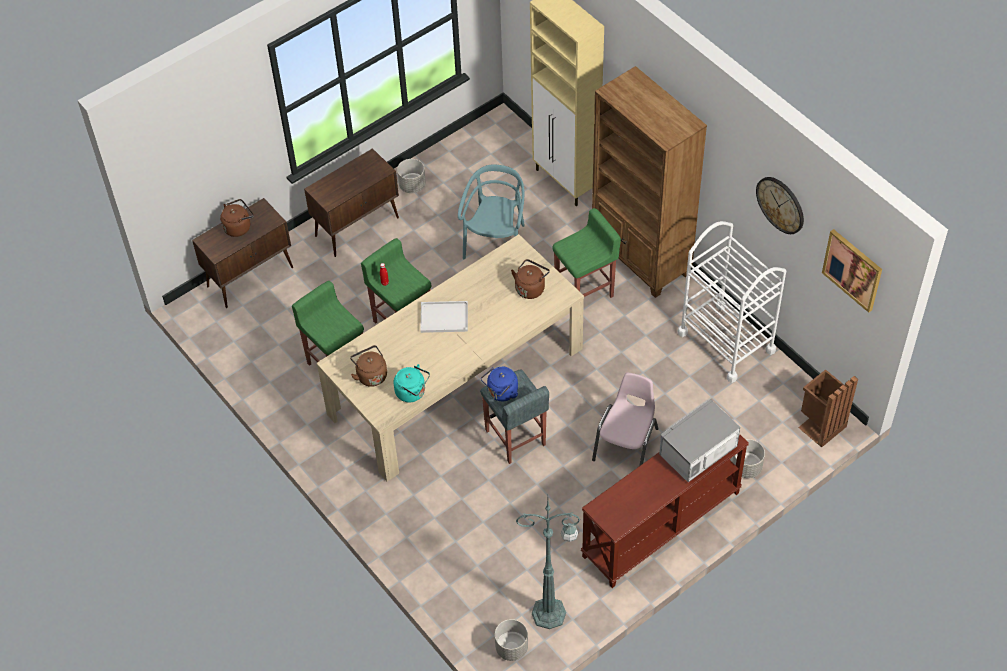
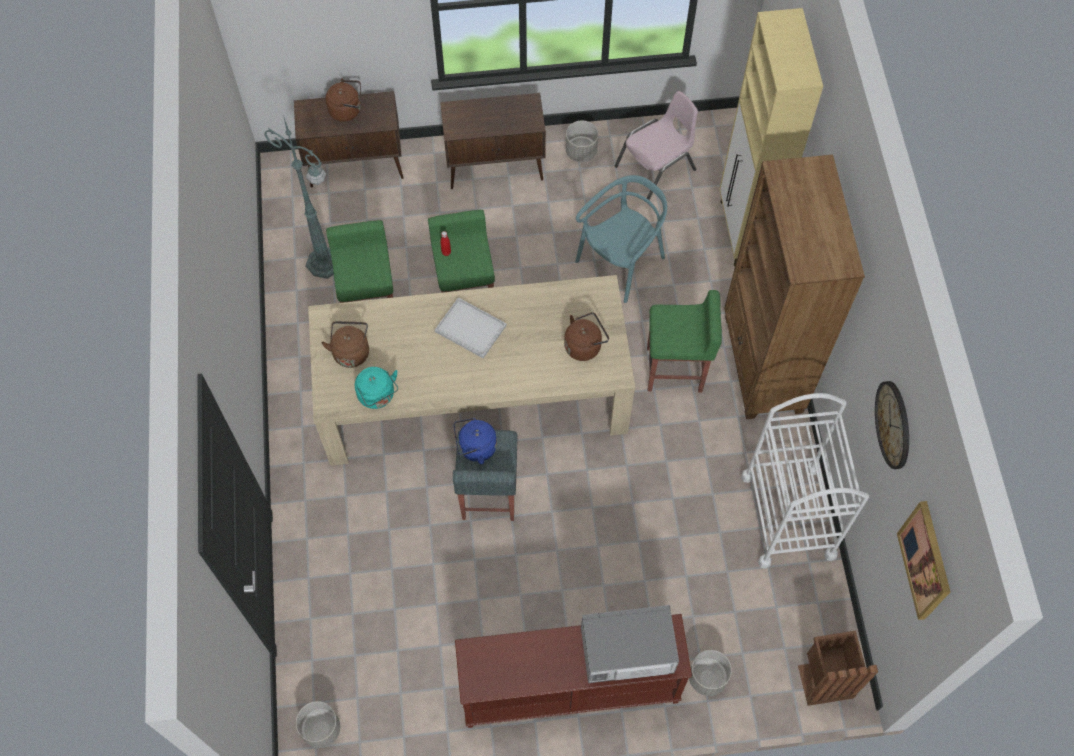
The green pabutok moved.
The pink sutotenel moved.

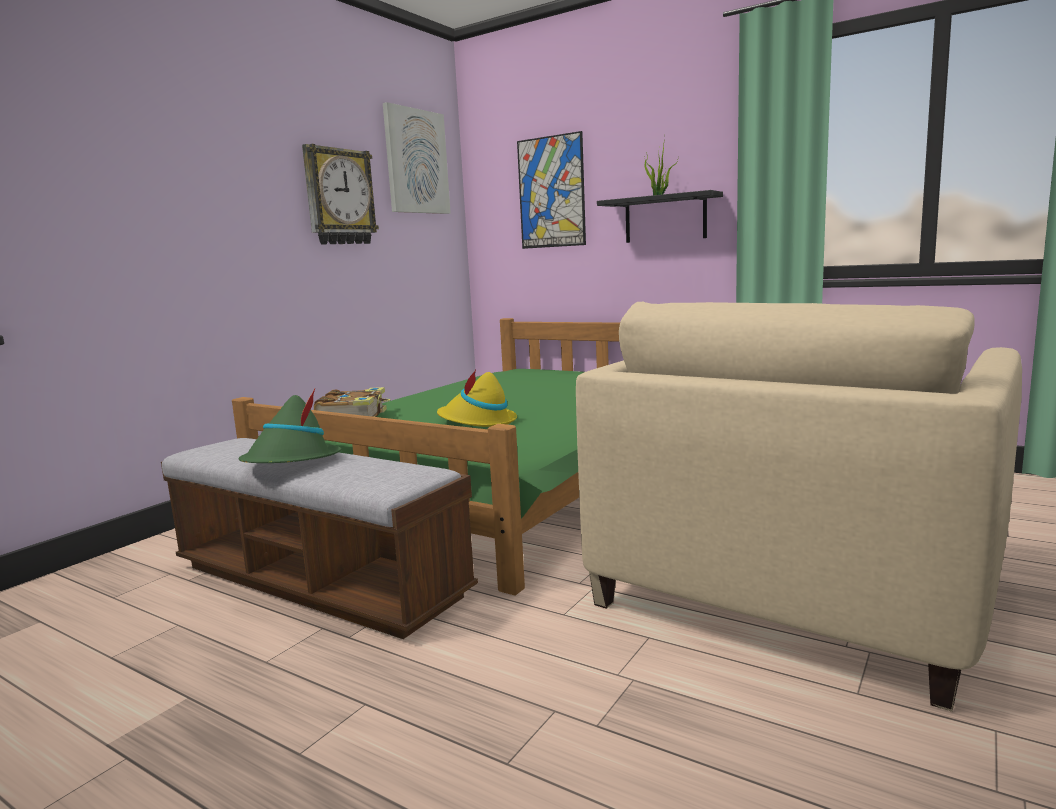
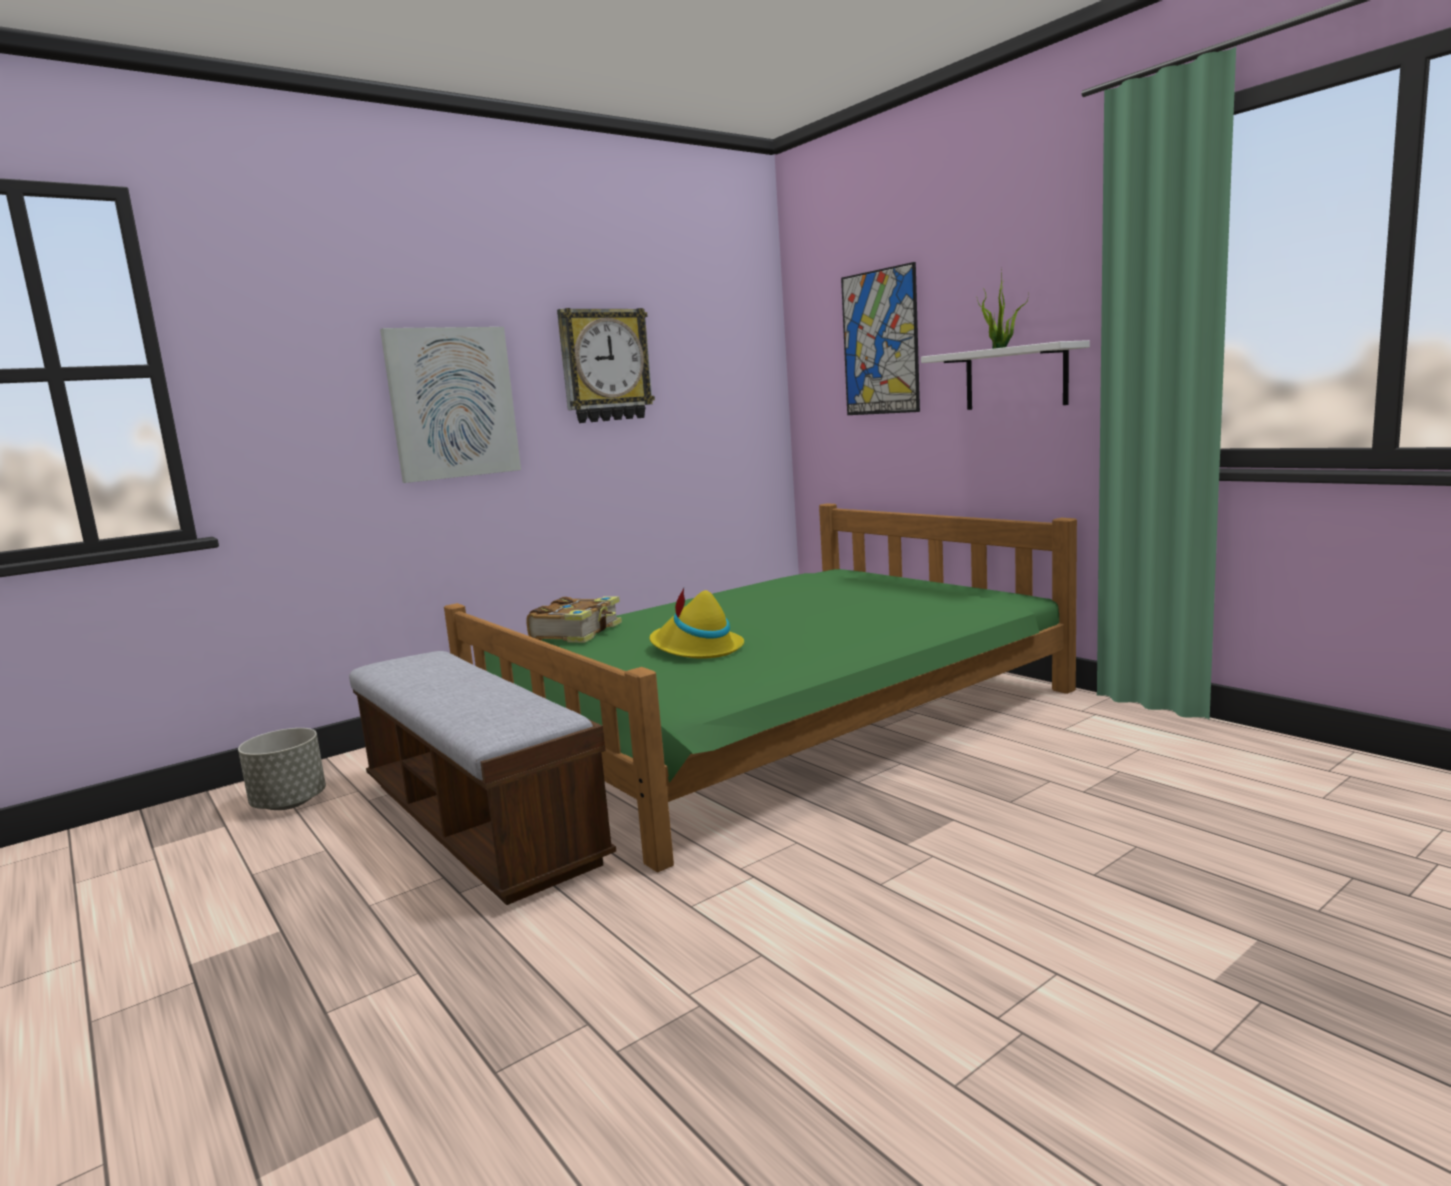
The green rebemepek disappeared.
The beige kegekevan disappeared.
The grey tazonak appeared.
The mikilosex (1st from left) moved.
The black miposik became the white miposik.

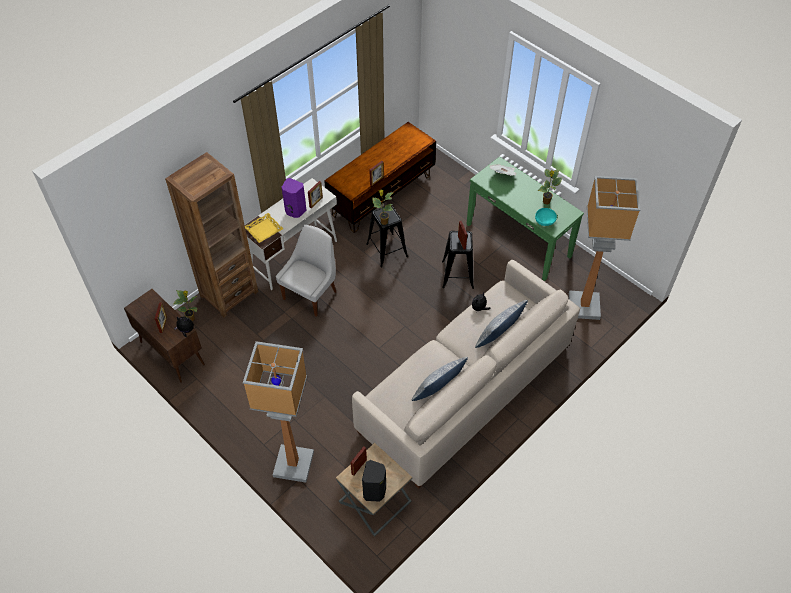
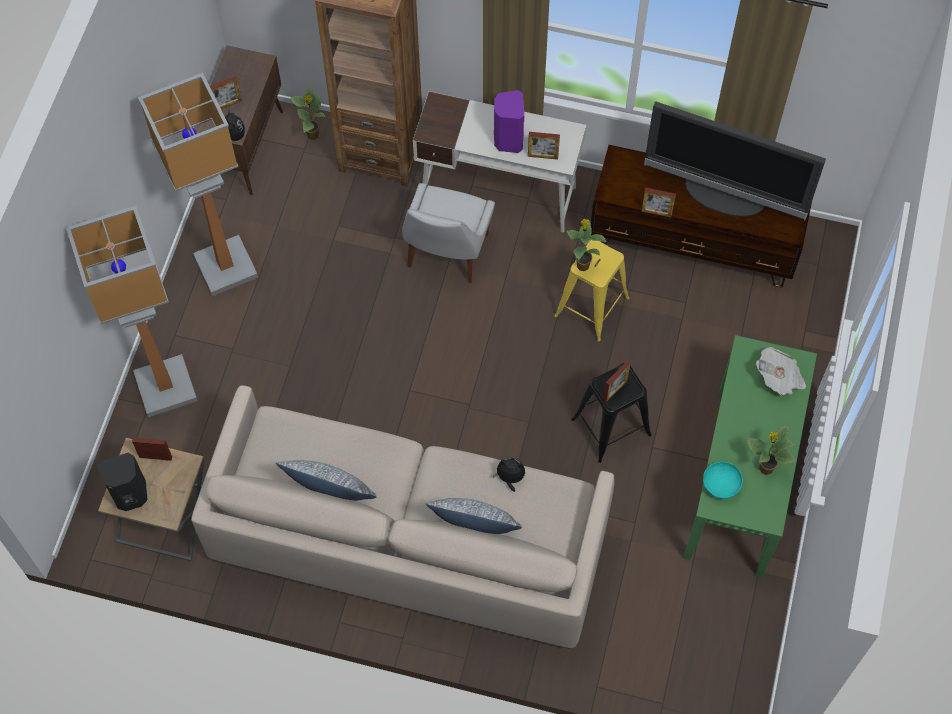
The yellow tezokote disappeared.
The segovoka appeared.
The pabutok (2nd from left) moved.
The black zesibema (1st from left) became the yellow zesibema.
The white sutotenel turned 105 degrees clockwise.

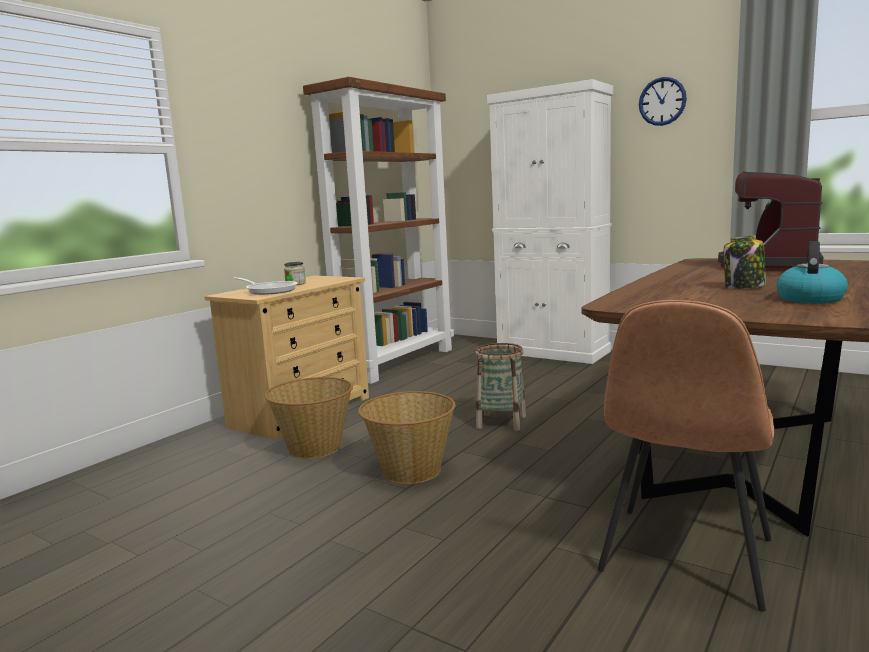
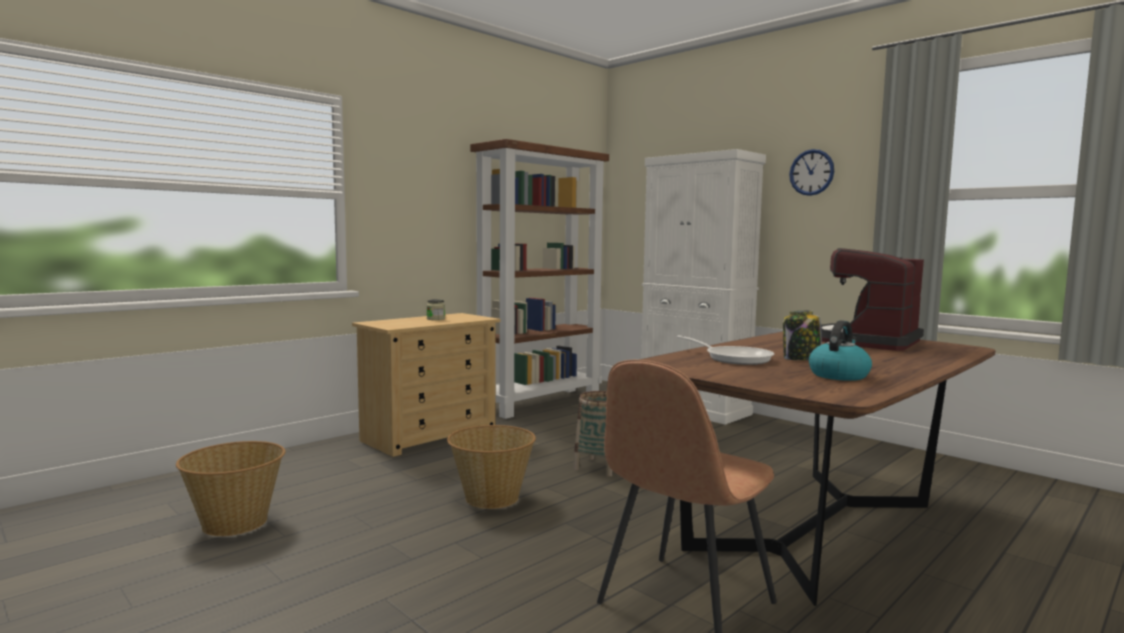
The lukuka moved.
The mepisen (1st from left) moved.

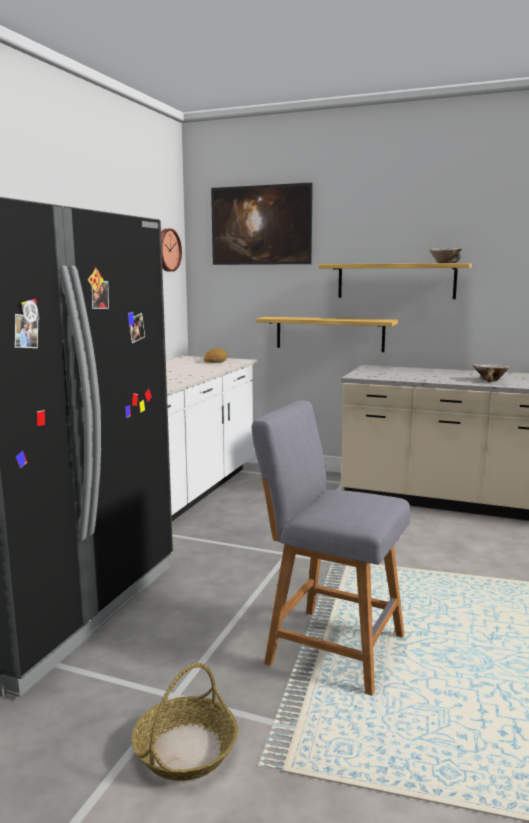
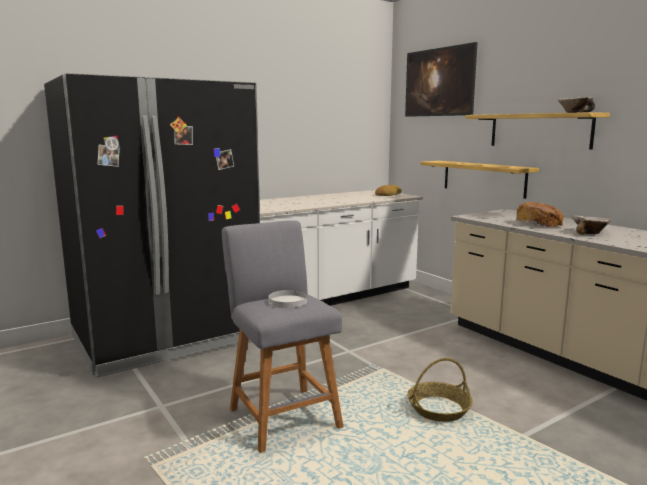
The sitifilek disappeared.
The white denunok appeared.
The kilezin (2nd from left) appeared.
The mepisen moved.

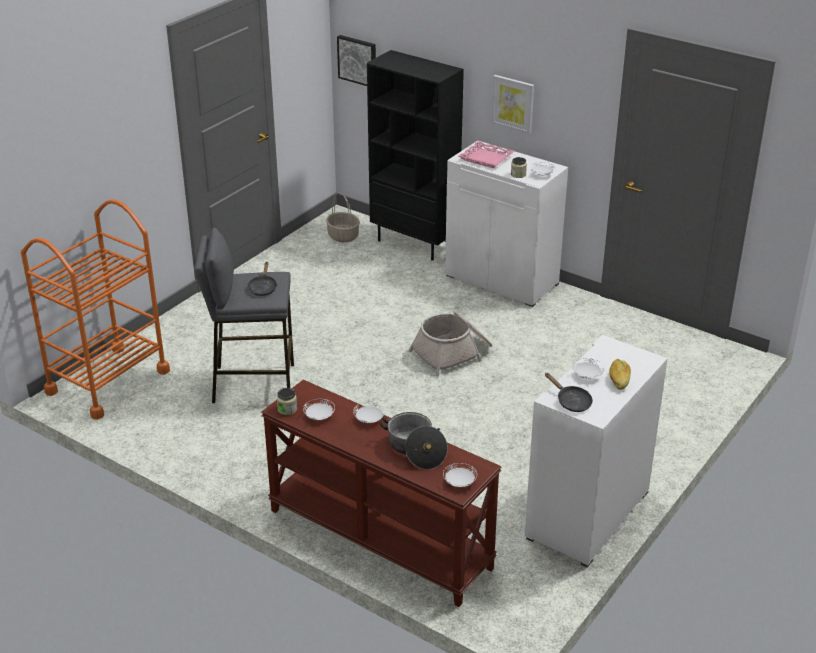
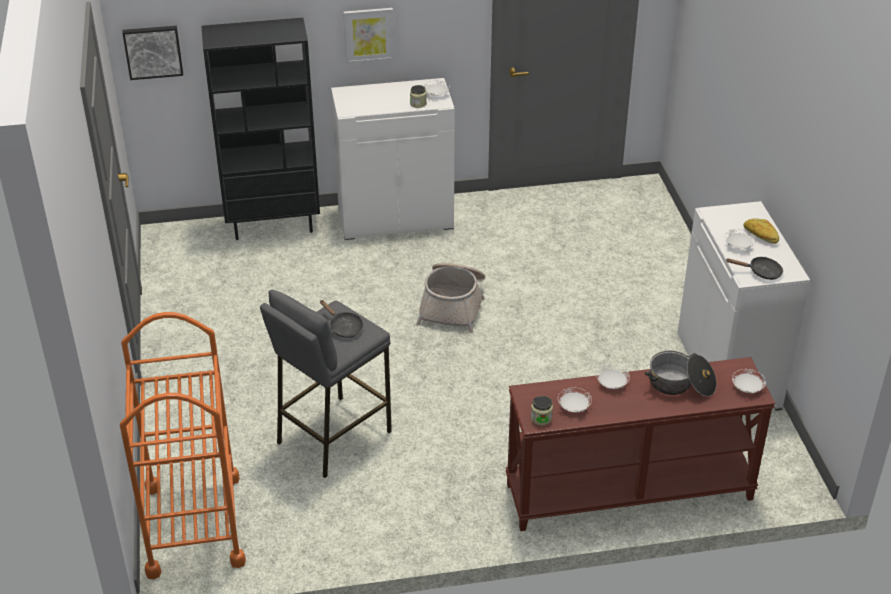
The mepisen (1st from left) disappeared.
The pink tezokote disappeared.

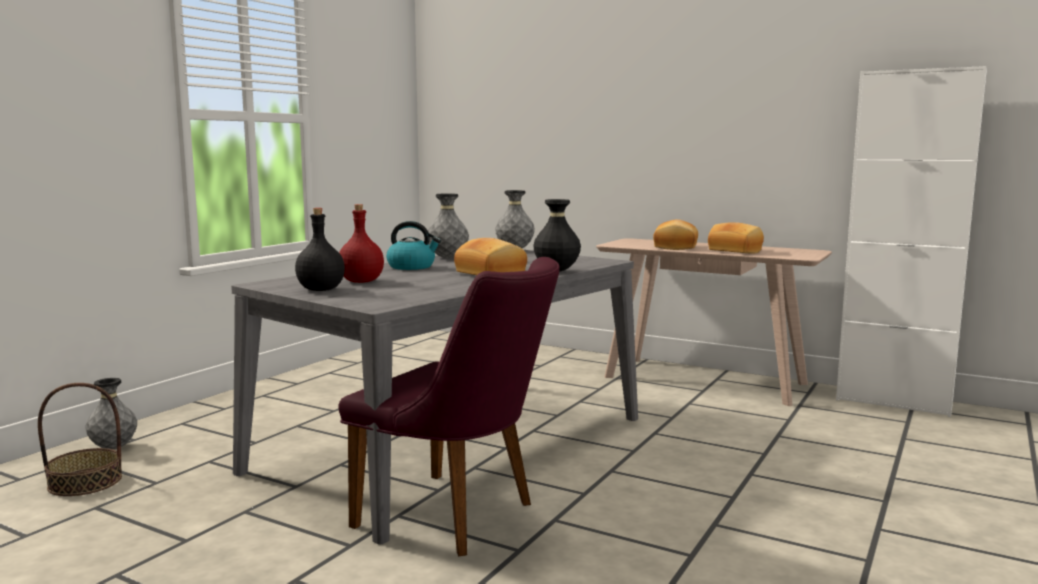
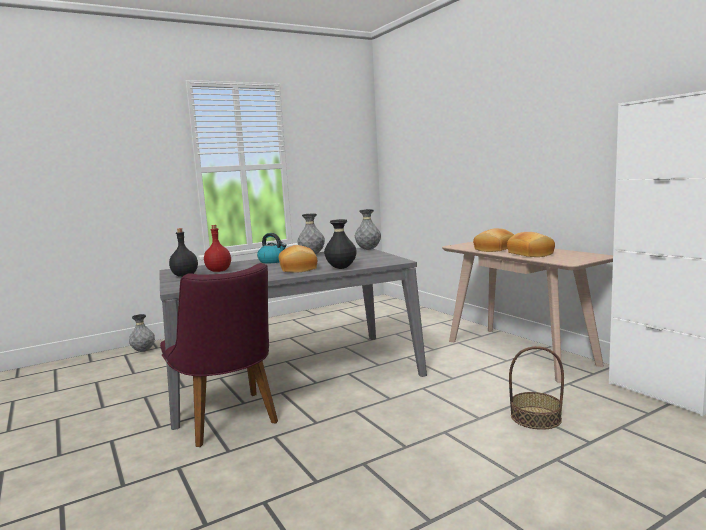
The mepisen moved.

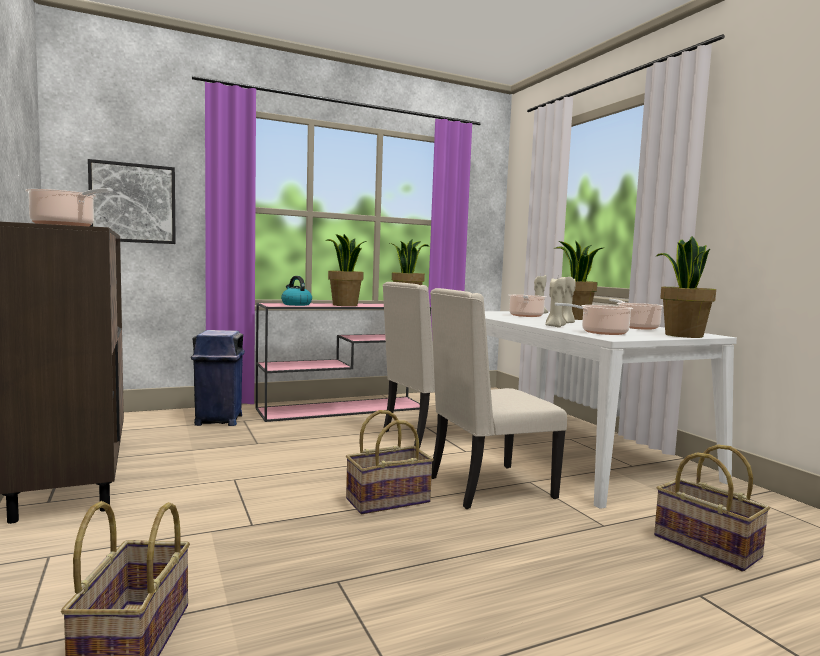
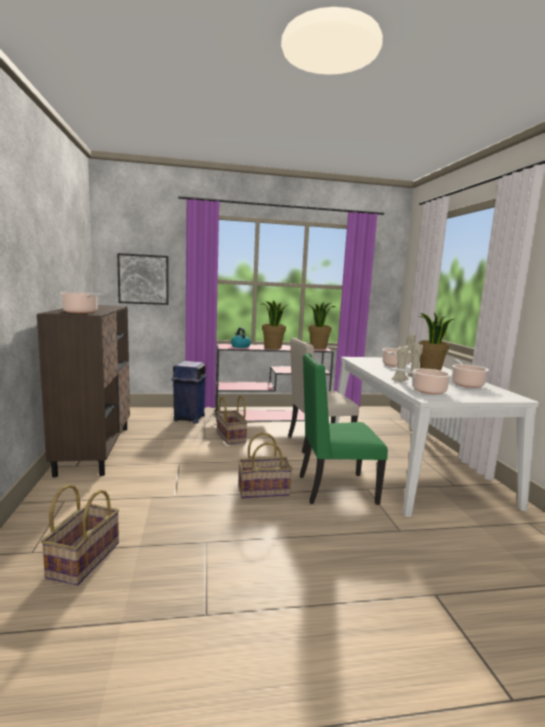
The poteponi (4th from left) disappeared.
The mepisen (3rd from left in the first image) moved.
The beige sutotenel (2nd from left) became the green sutotenel.

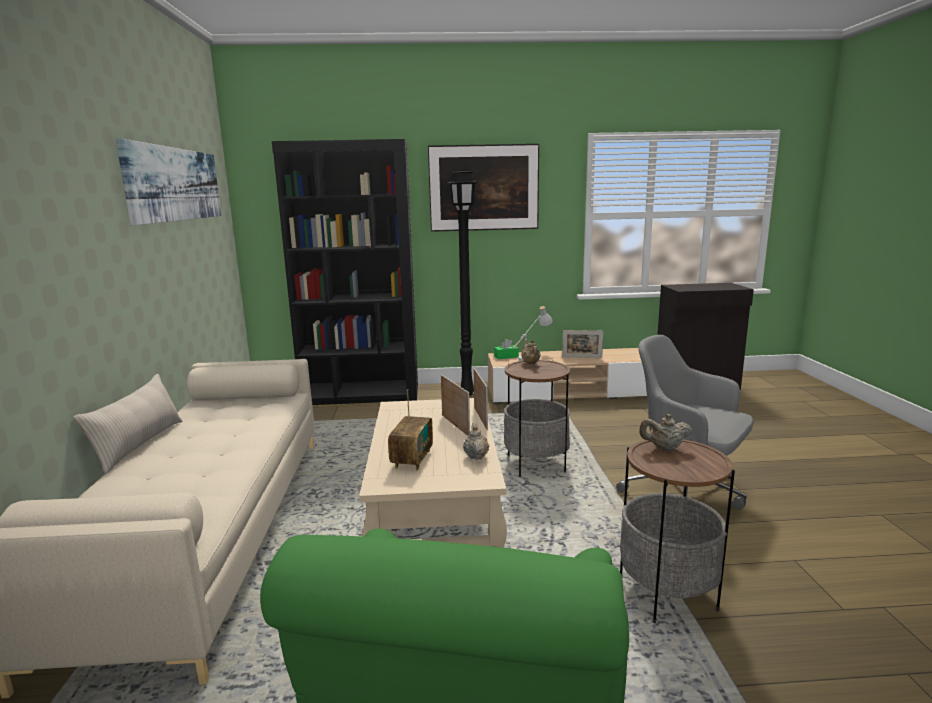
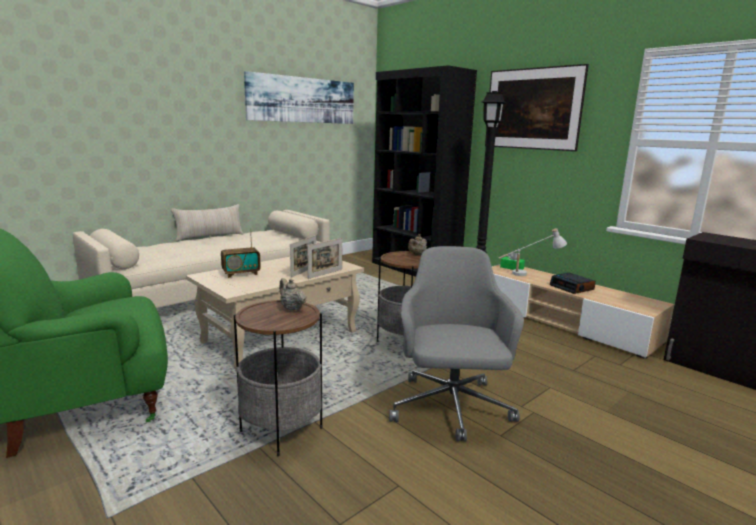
The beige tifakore (1st from left) disappeared.
The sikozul (3rd from left) was replaced by the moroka.

